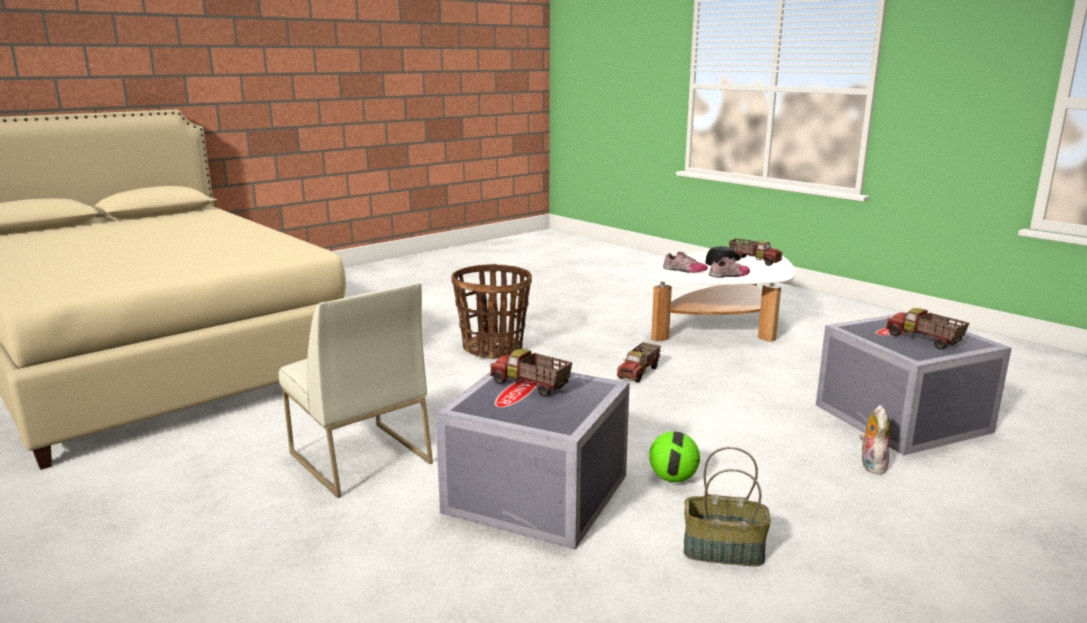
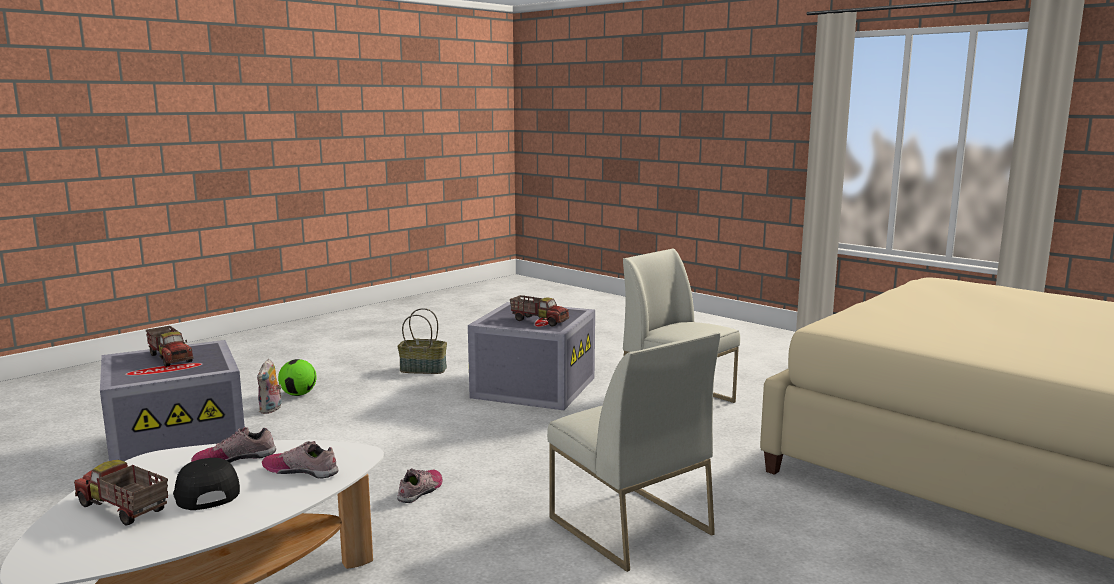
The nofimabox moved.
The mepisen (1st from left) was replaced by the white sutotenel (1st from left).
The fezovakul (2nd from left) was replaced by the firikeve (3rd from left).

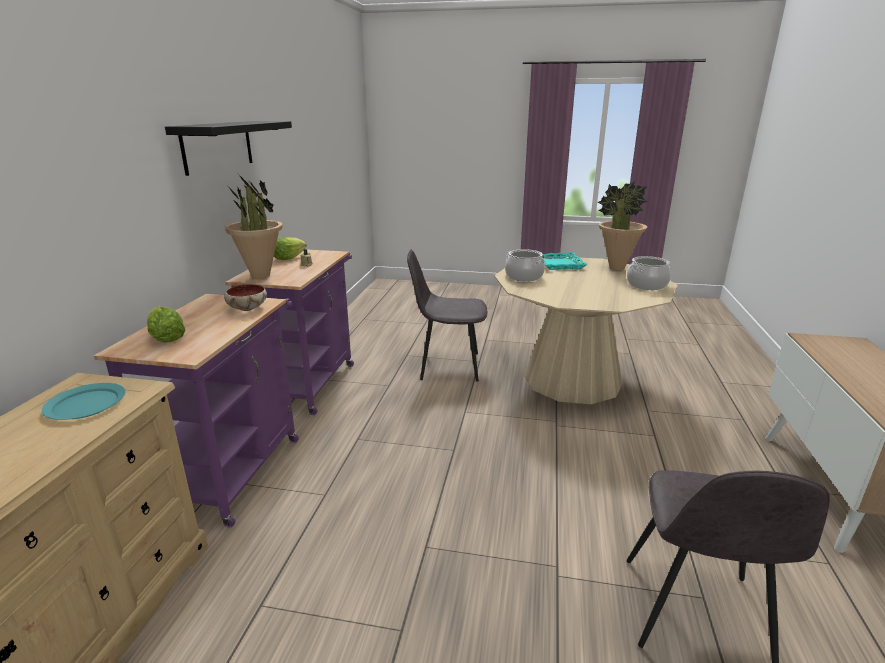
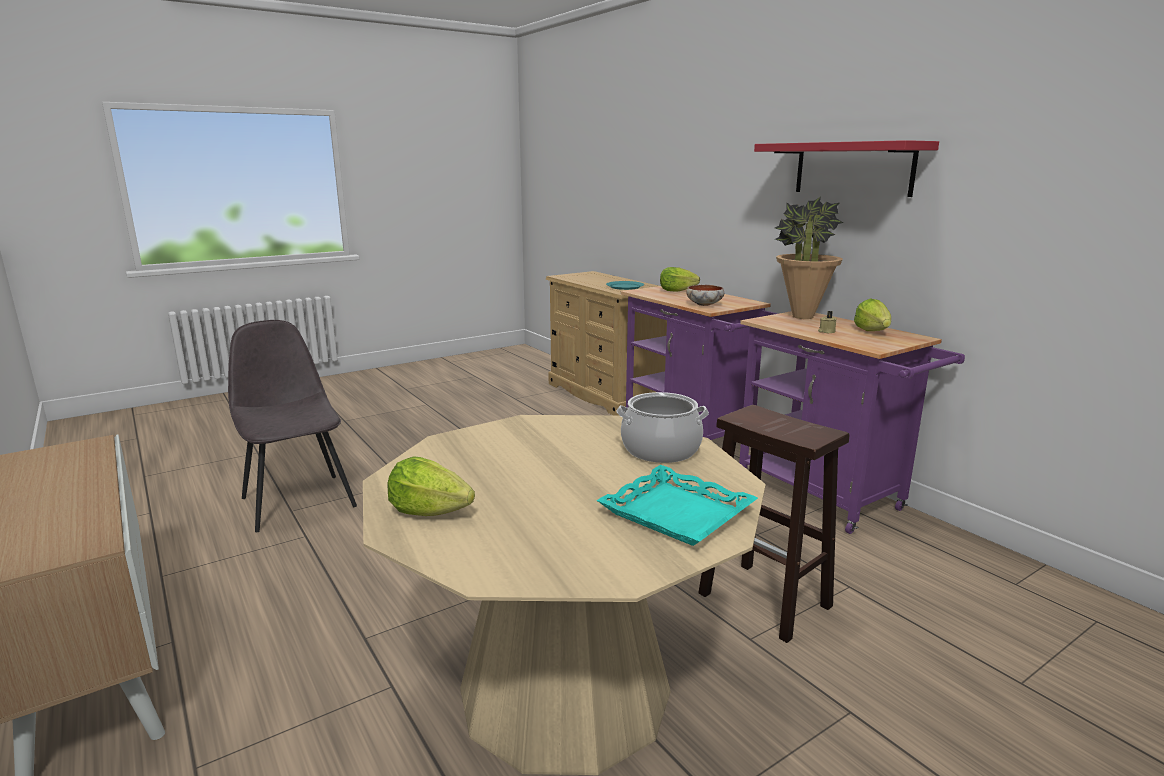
The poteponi (2nd from left) disappeared.
The grey sutotenel (1st from left) was replaced by the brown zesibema.
The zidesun (2nd from left) was replaced by the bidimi (1st from left).
The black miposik became the red miposik.

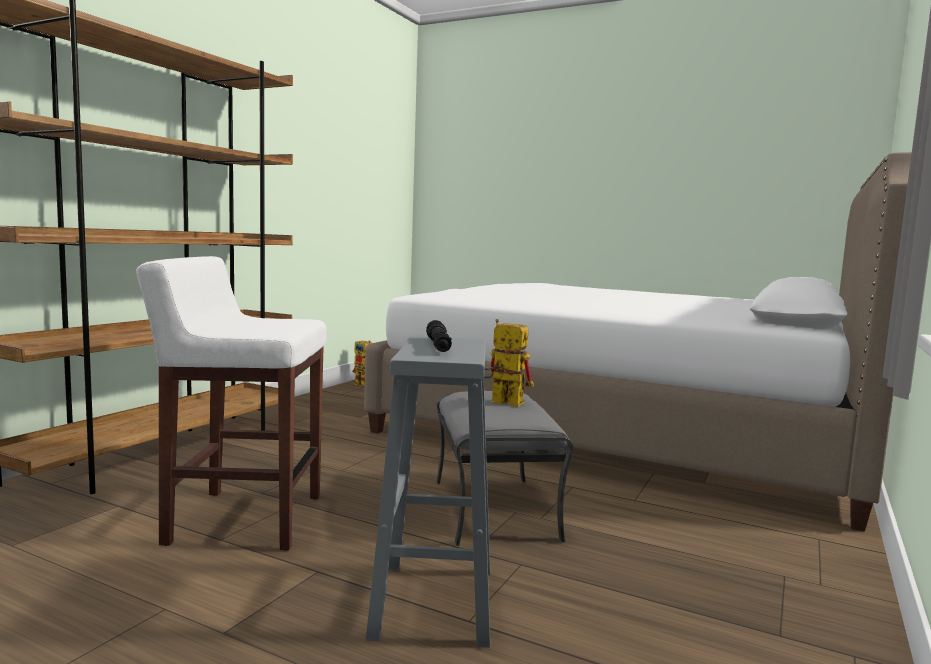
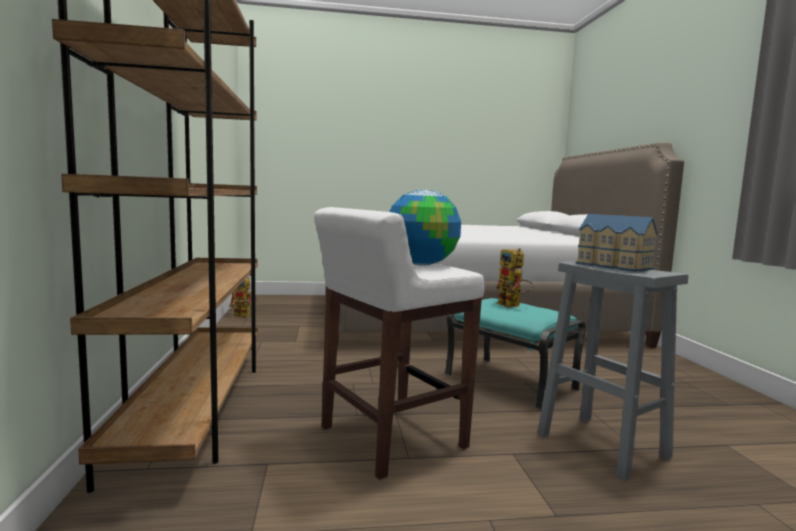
The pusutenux appeared.
The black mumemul was replaced by the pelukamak.
The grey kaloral became the turquoise kaloral.
The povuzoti (2nd from left) turned 105 degrees counterclockwise.

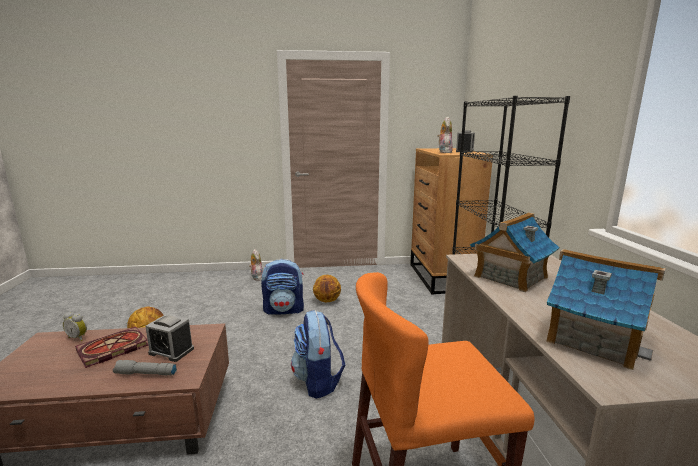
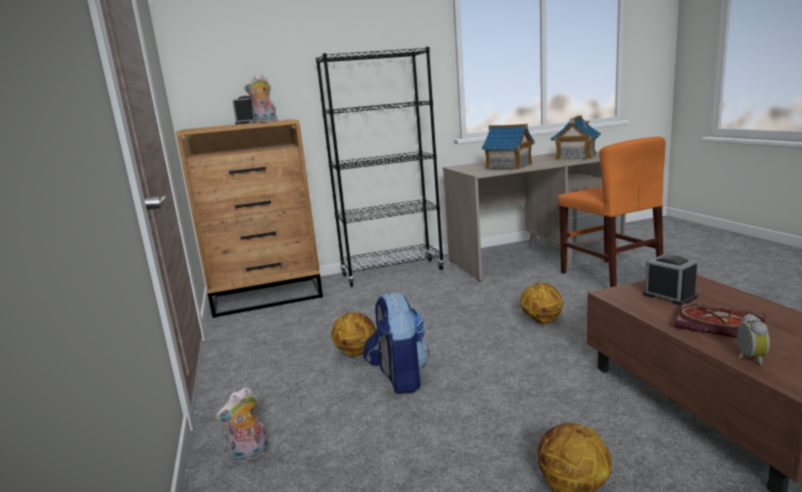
The grey mumemul disappeared.
The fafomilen (2nd from left) was replaced by the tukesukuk (2nd from left).
The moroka (2nd from left) turned 45 degrees counterclockwise.

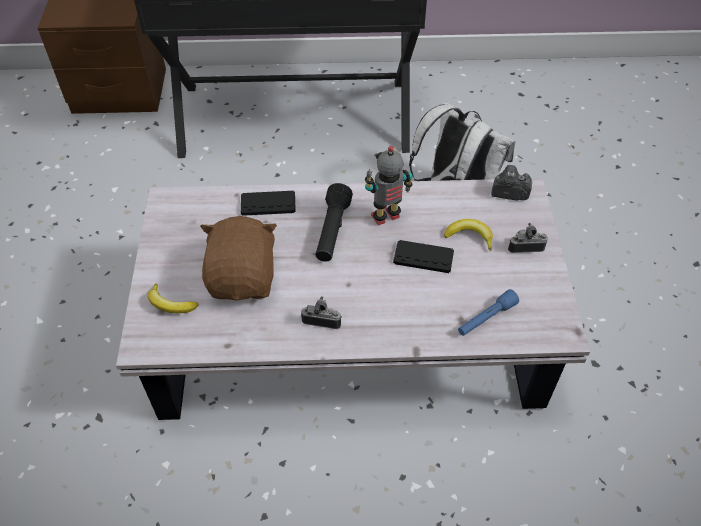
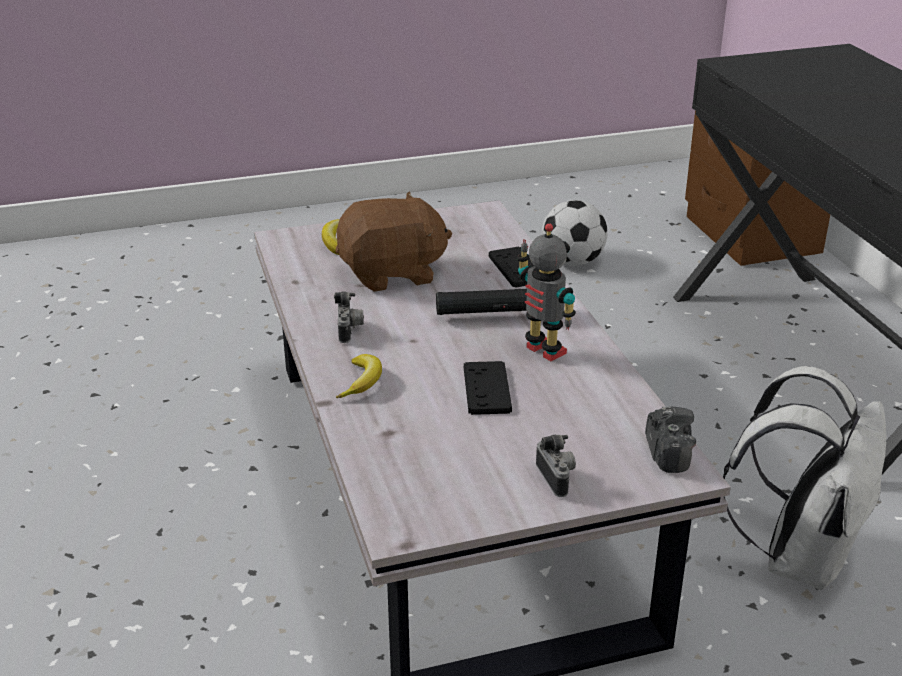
The blue mumemul disappeared.
The nofimabox appeared.
The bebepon (2nd from left) moved.

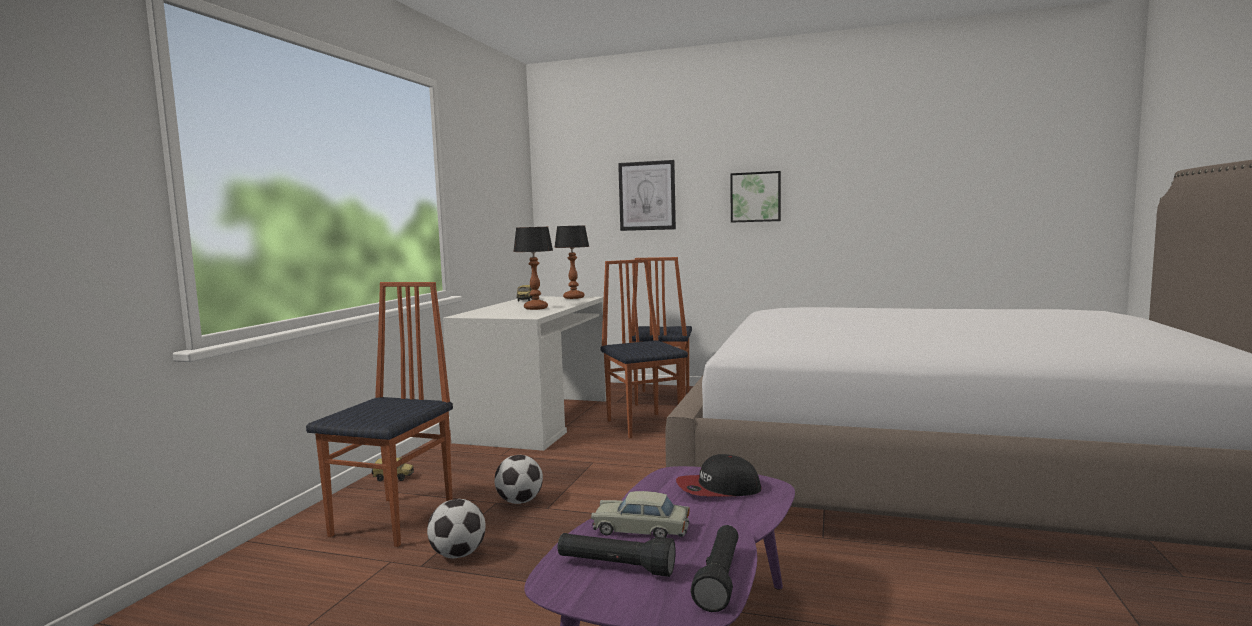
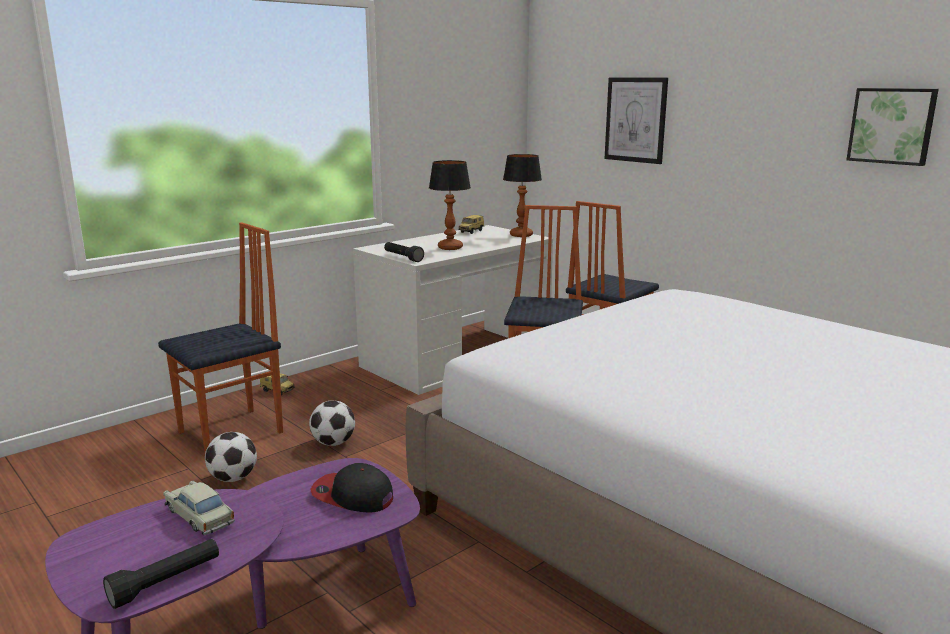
The black mumemul (1st from left in the first image) moved.
The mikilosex (2nd from left) moved.

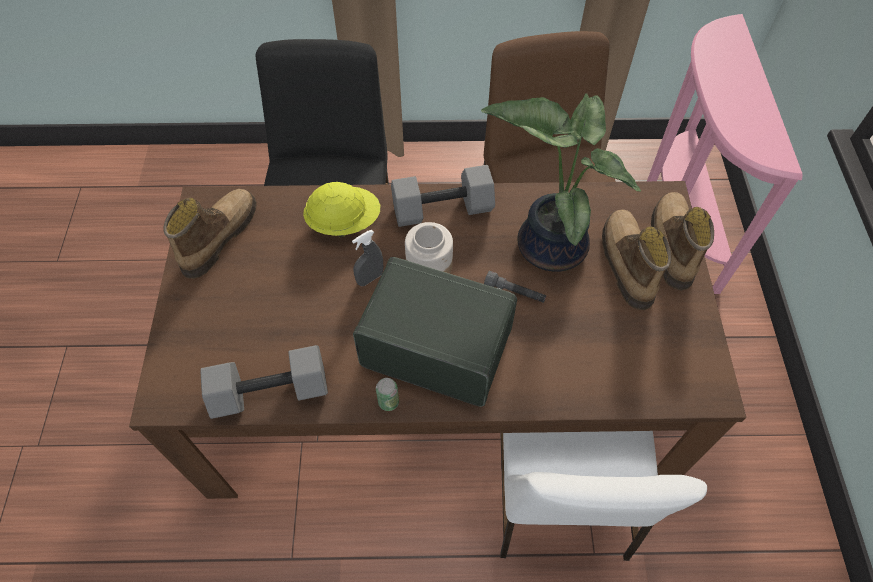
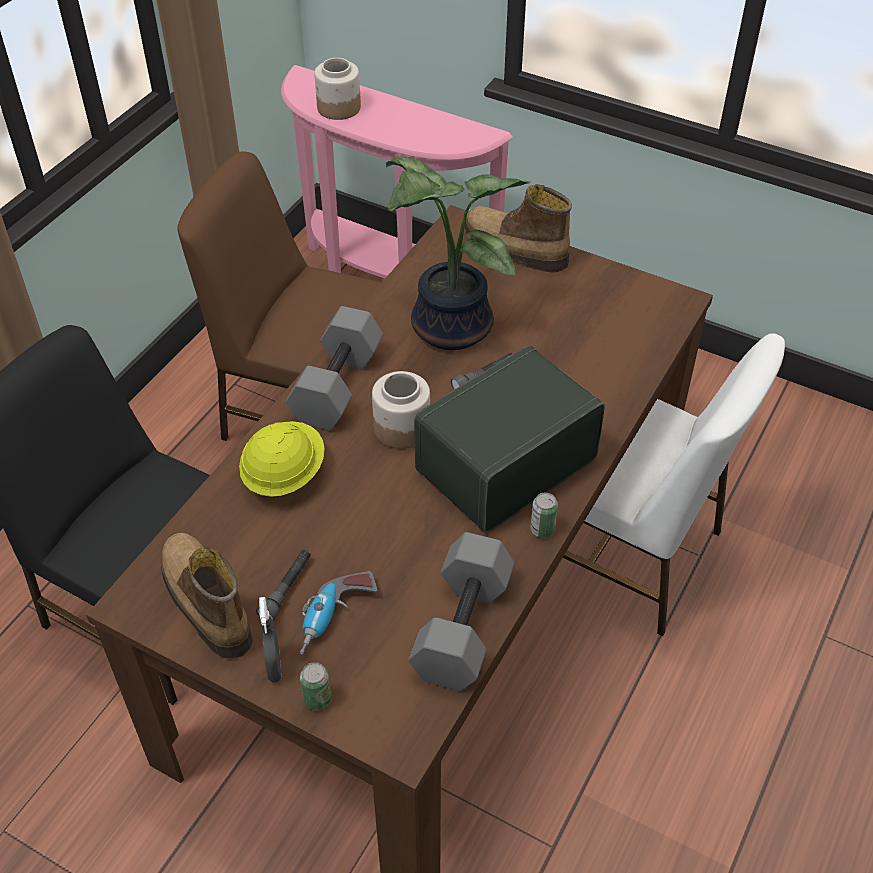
The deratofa (2nd from left) disappeared.
The grey mumemul (1st from left) appeared.
The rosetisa appeared.
The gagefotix (1st from left) appeared.
The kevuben (1st from left) appeared.
The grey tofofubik moved.

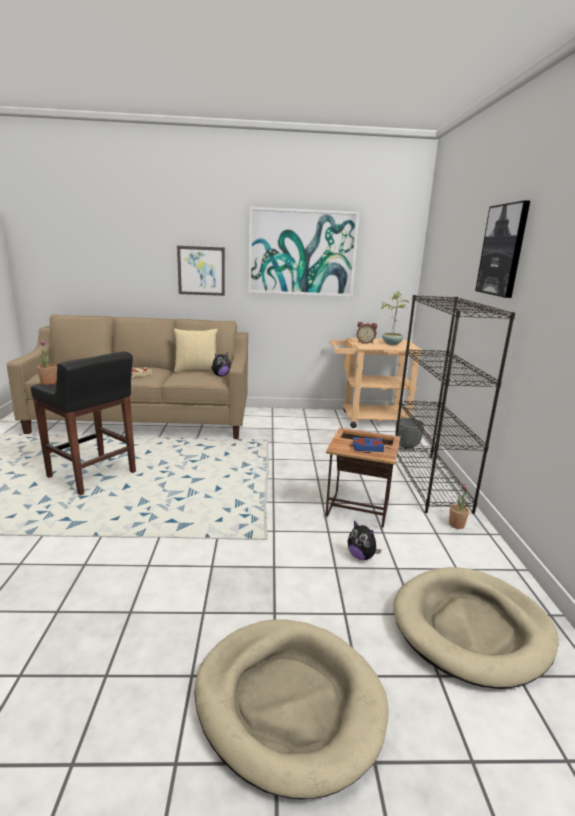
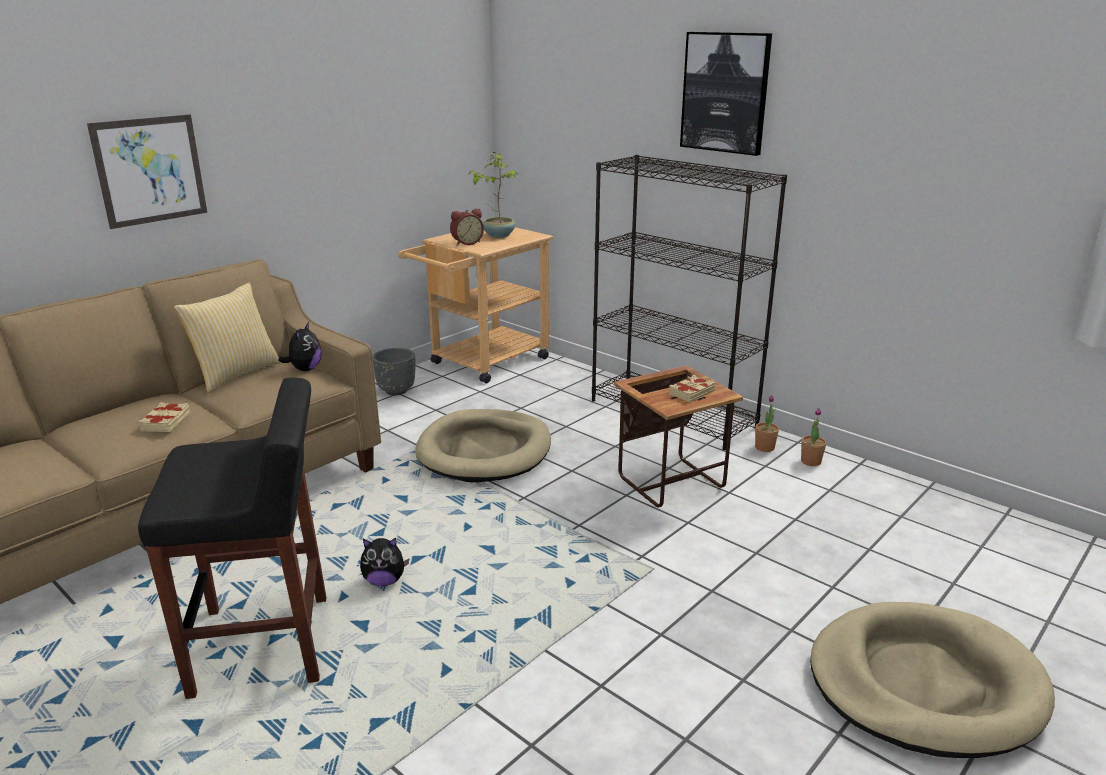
The mikilosex (2nd from left) disappeared.
The poteponi (1st from left in the first image) moved.
The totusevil (2nd from left) moved.
The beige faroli (2nd from left in the first image) moved.
The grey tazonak moved.
The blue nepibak became the beige nepibak (2nd from left).

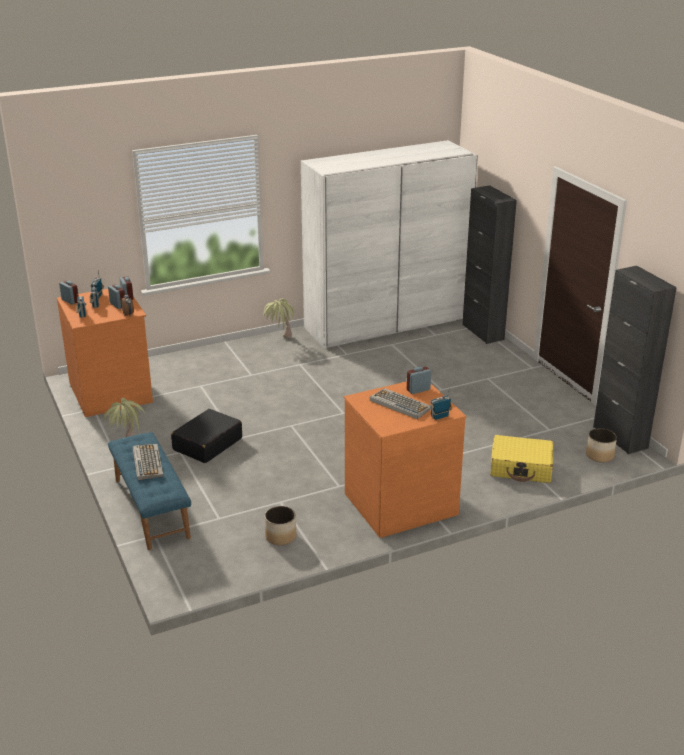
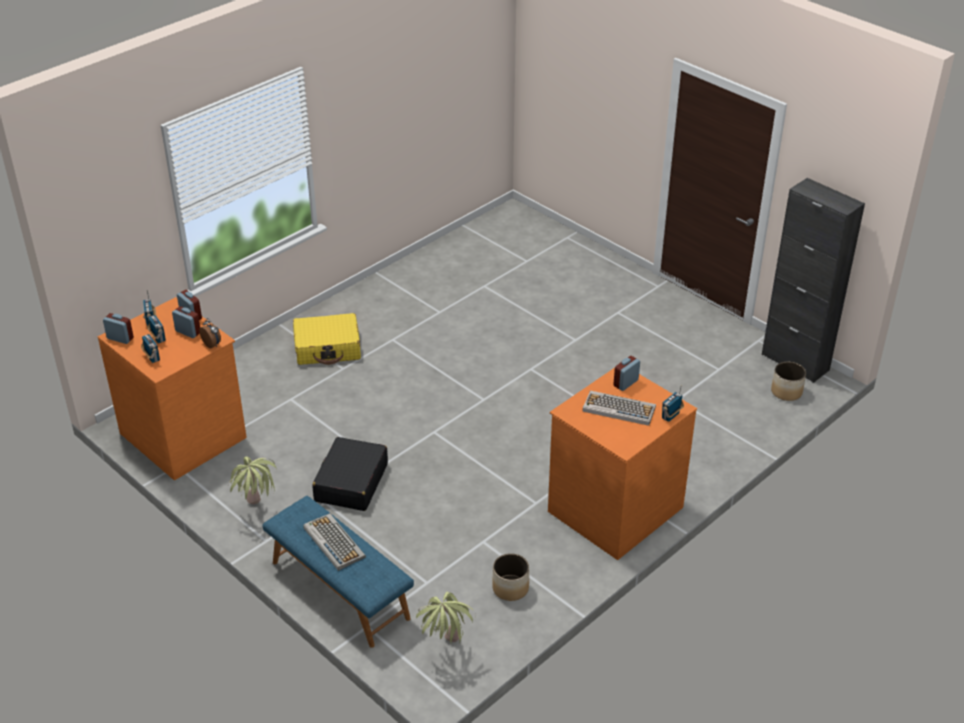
The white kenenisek disappeared.
The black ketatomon (1st from left) disappeared.
The poteponi (2nd from left) moved.
The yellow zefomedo moved.

